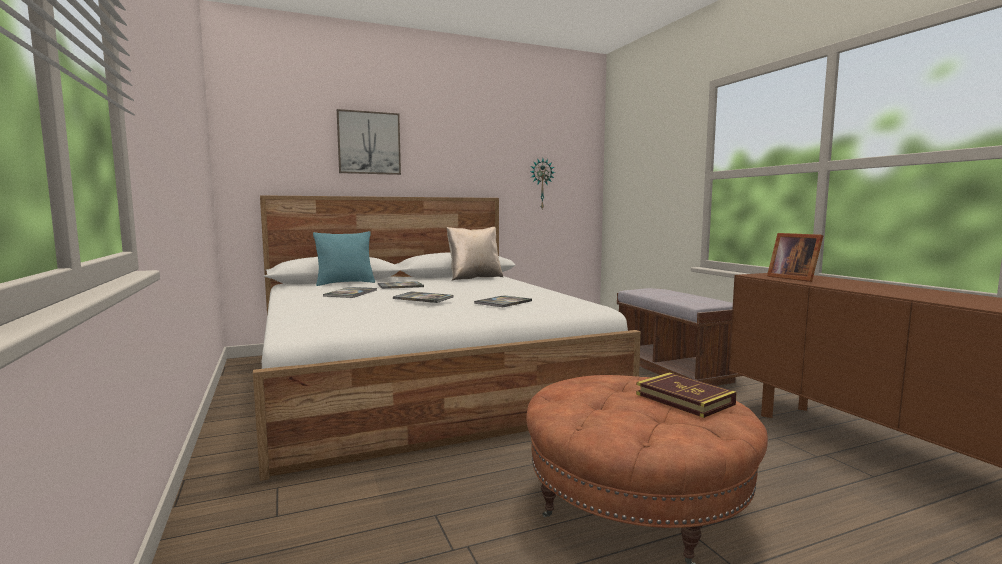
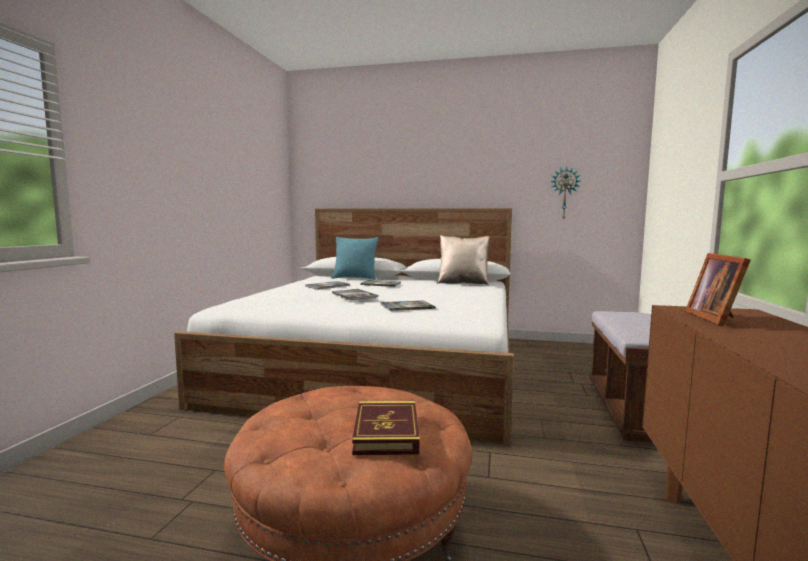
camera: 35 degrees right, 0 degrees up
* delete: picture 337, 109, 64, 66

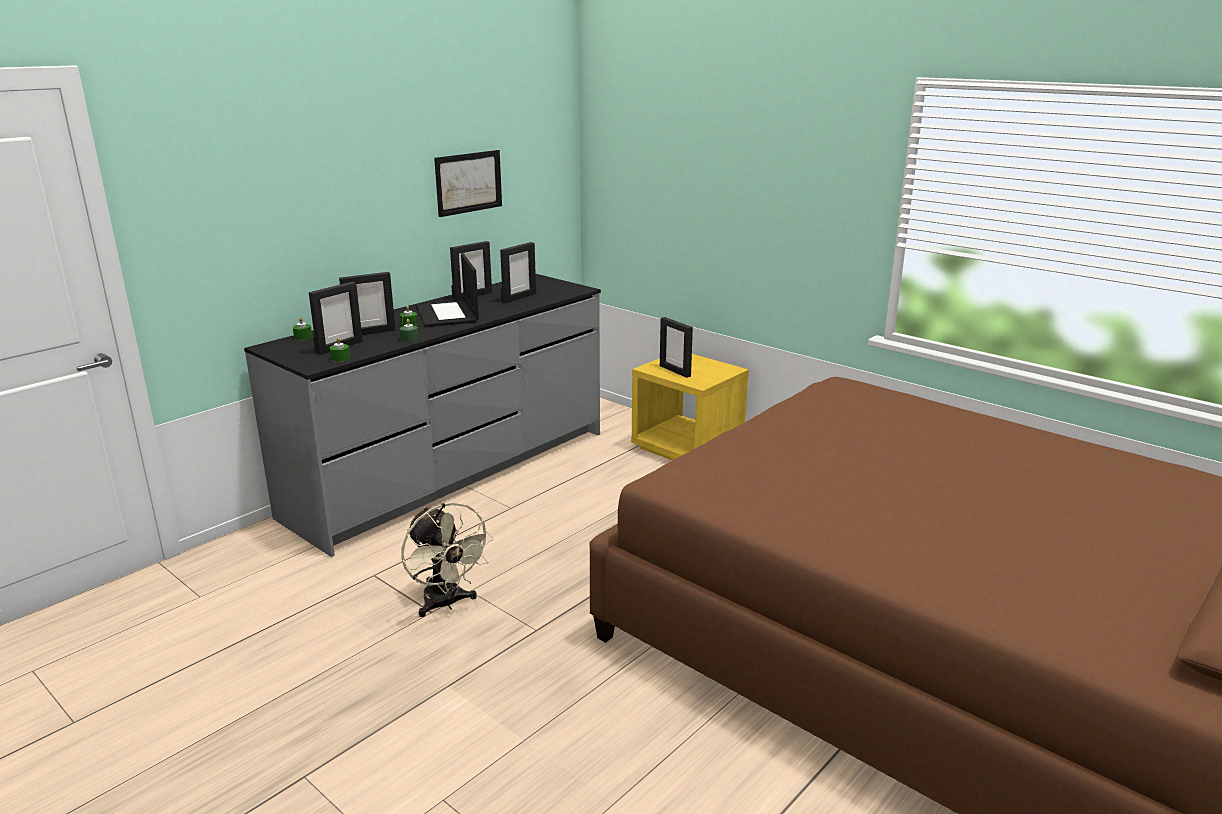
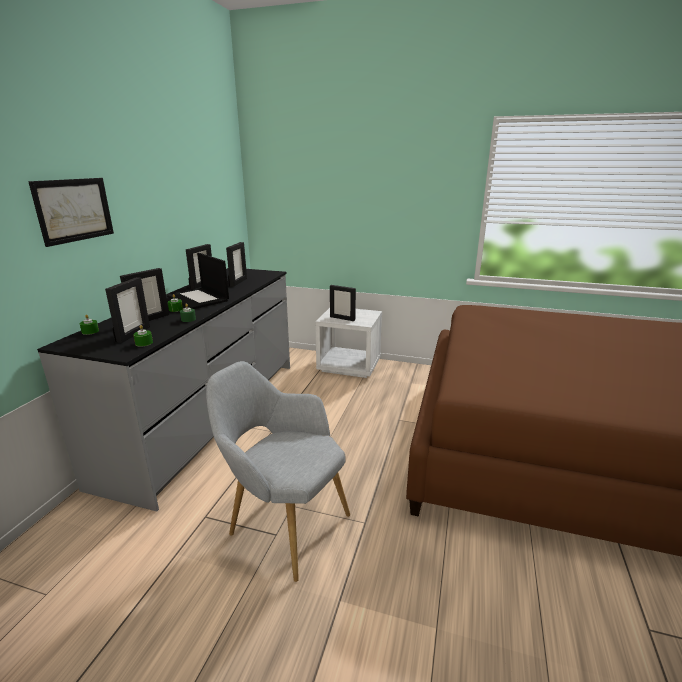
camera: 25 degrees left, 0 degrees up
* move: picture 434, 150, 68, 67 to 28, 178, 86, 69
* replace: fan (beige-coloured) 401, 503, 93, 114 to easy chair (gray) 206, 361, 144, 221
* recolor: nightstand (yellowish) 631, 354, 118, 106 to nightstand (white) 315, 308, 67, 70

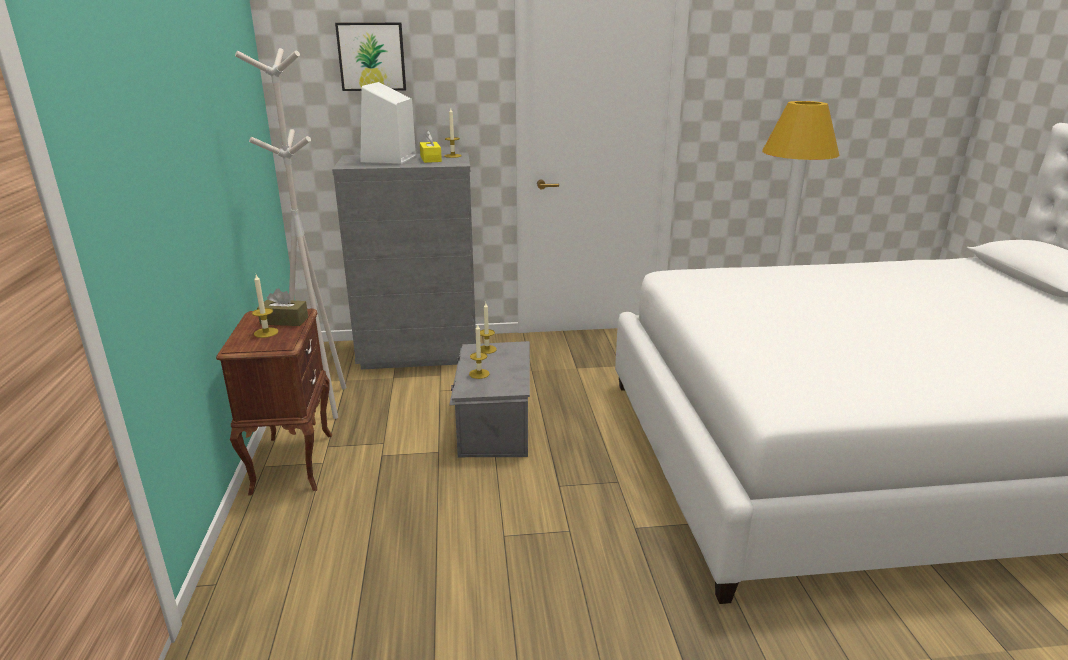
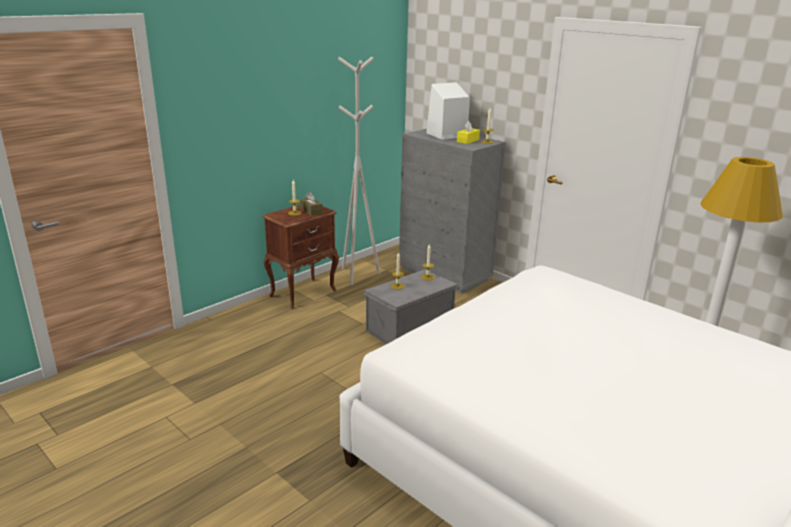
camera: 50 degrees right, 0 degrees up
* delete: picture 335, 23, 71, 68

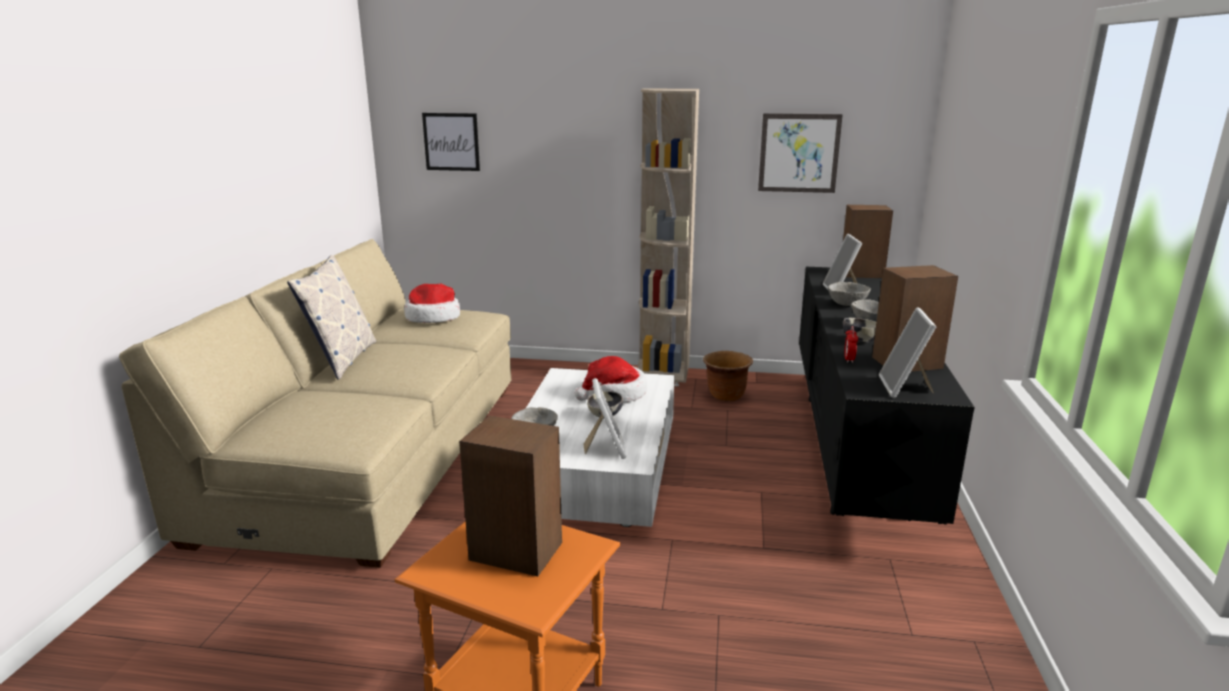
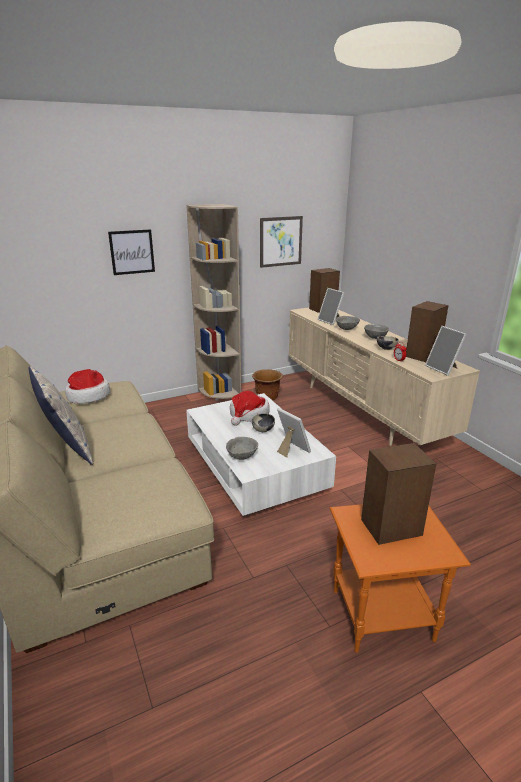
camera: 35 degrees left, 5 degrees up
* move: picture 422, 113, 58, 58 to 108, 229, 47, 46
* recolor: cupboard (blackish) 799, 267, 176, 258 to cupboard (beige-coloured) 289, 307, 191, 139

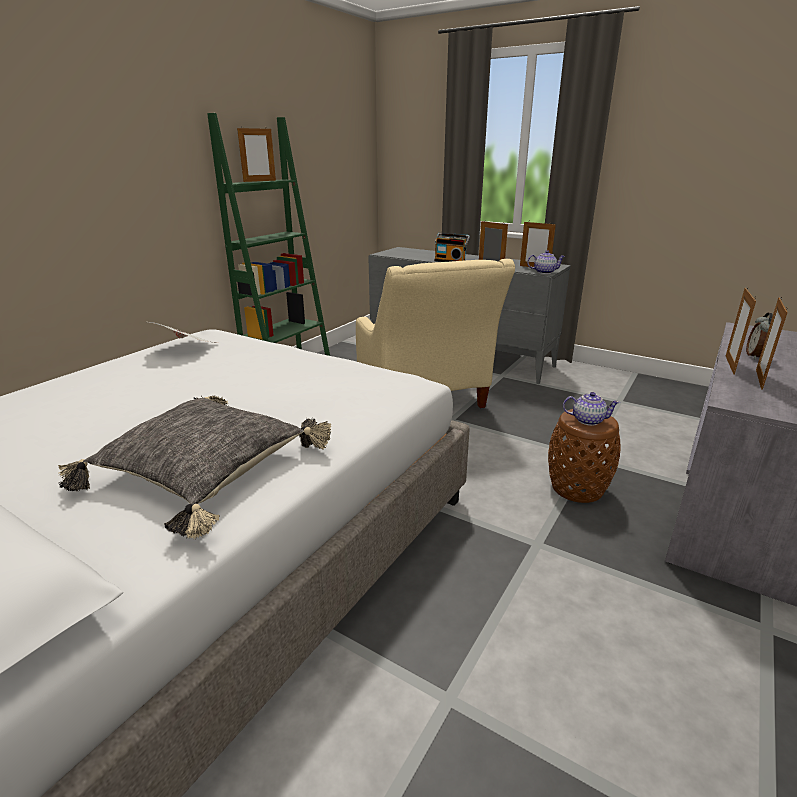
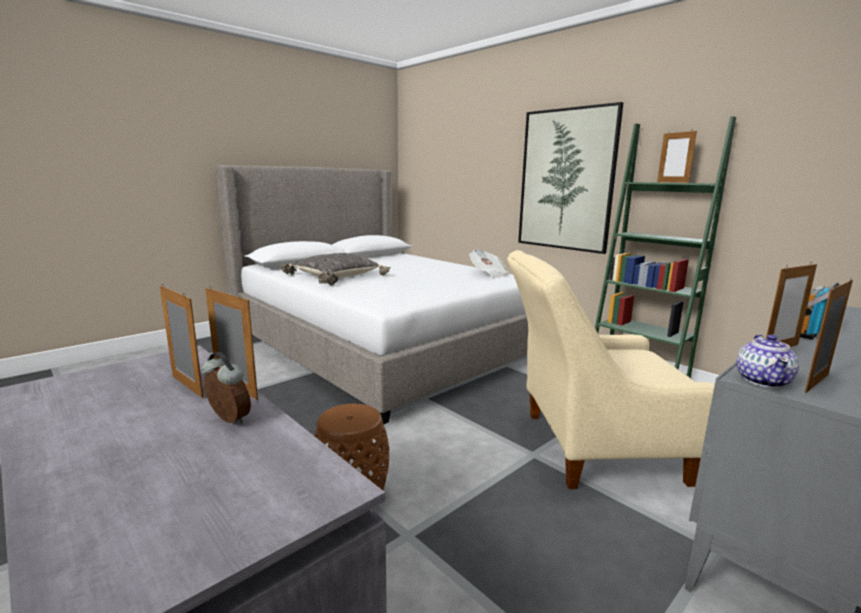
camera: 105 degrees right, 10 degrees down
* insert: picture 518, 102, 105, 152
* delete: tea pot 563, 392, 57, 34

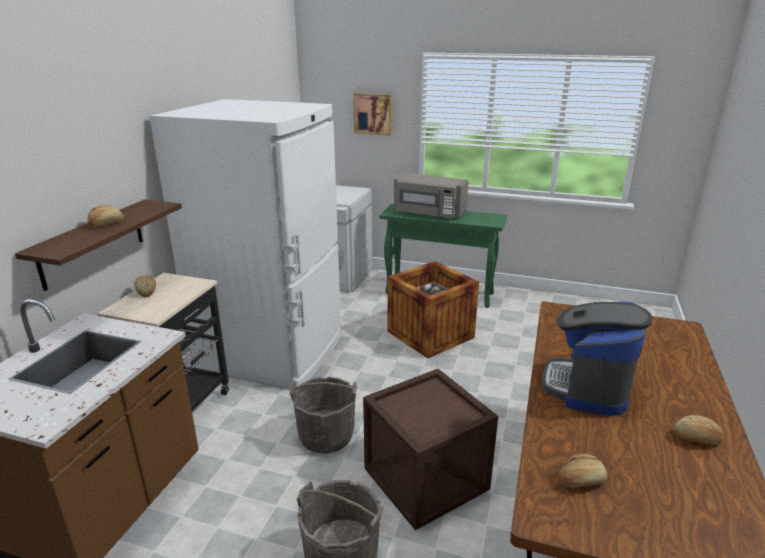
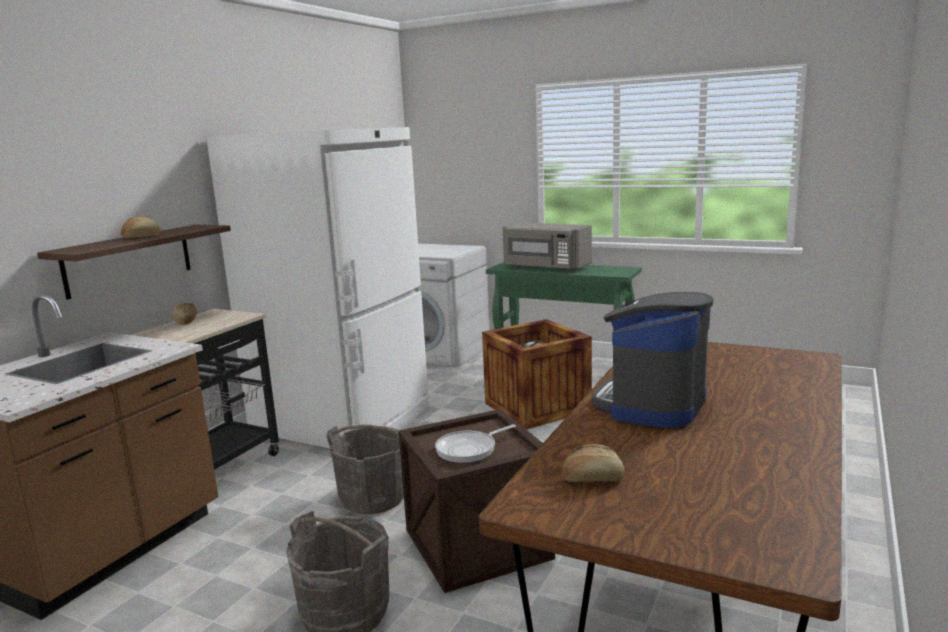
camera: 10 degrees right, 10 degrees down
* insert: skillet 435, 424, 81, 39
* delete: picture 353, 93, 39, 43
* delete: bakery bread 673, 415, 51, 30

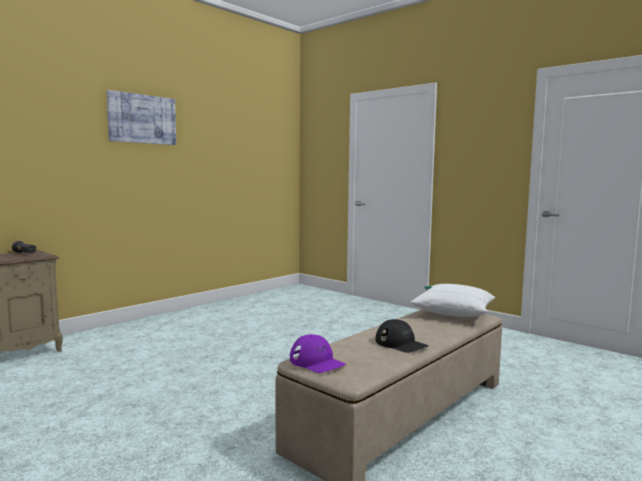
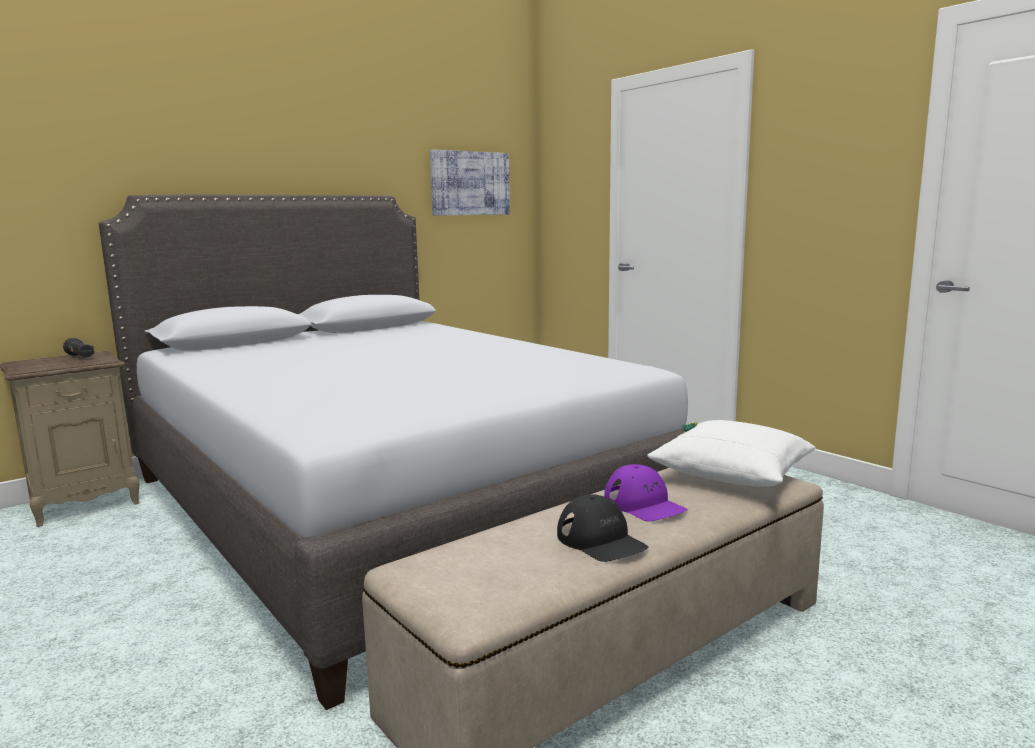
camera: 10 degrees right, 5 degrees up
* insert: bed (gray) 99, 195, 589, 515
* move: picture 106, 90, 70, 55 to 430, 149, 80, 67
* move: peaked cap (purple) 290, 334, 56, 39 to 604, 464, 84, 57

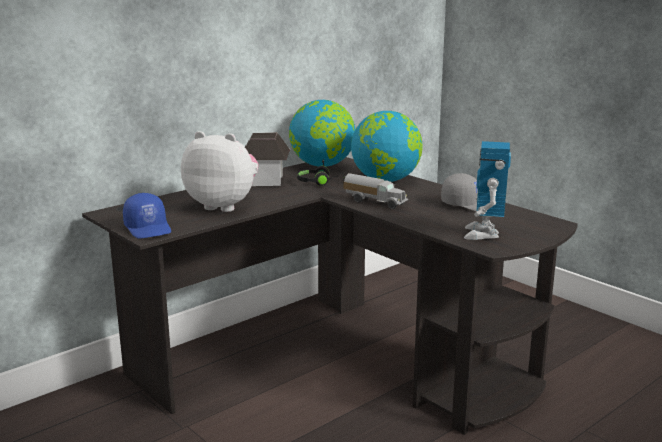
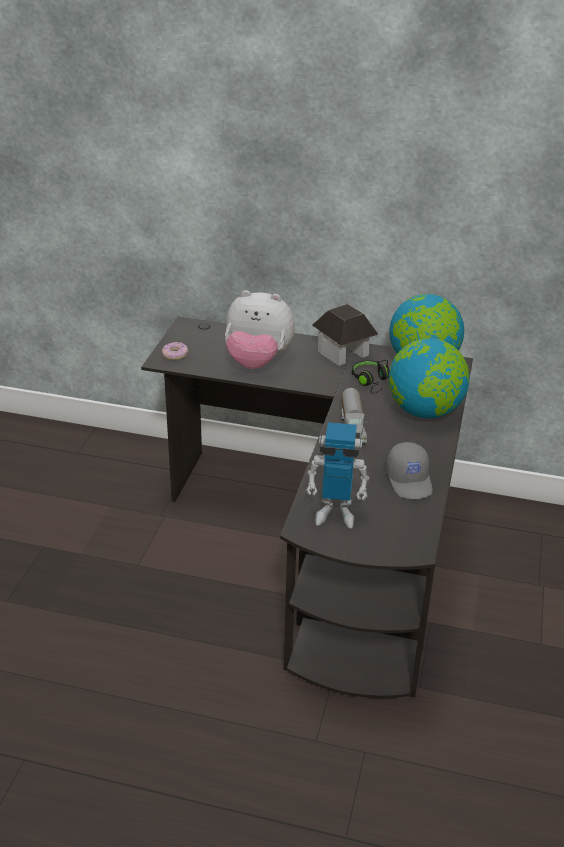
camera: 55 degrees right, 15 degrees up
* replace: peaked cap (blue-coloured) 123, 193, 48, 46 to donut 162, 342, 26, 18
* rotate: cuddly toy 181, 131, 77, 81 = 225, 290, 70, 79 120 degrees clockwise
* rotate: model robot 464, 141, 47, 99 = 306, 422, 63, 107 150 degrees counterclockwise

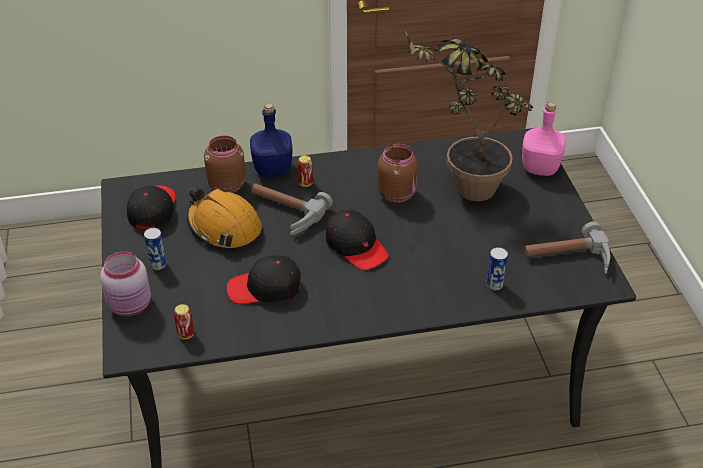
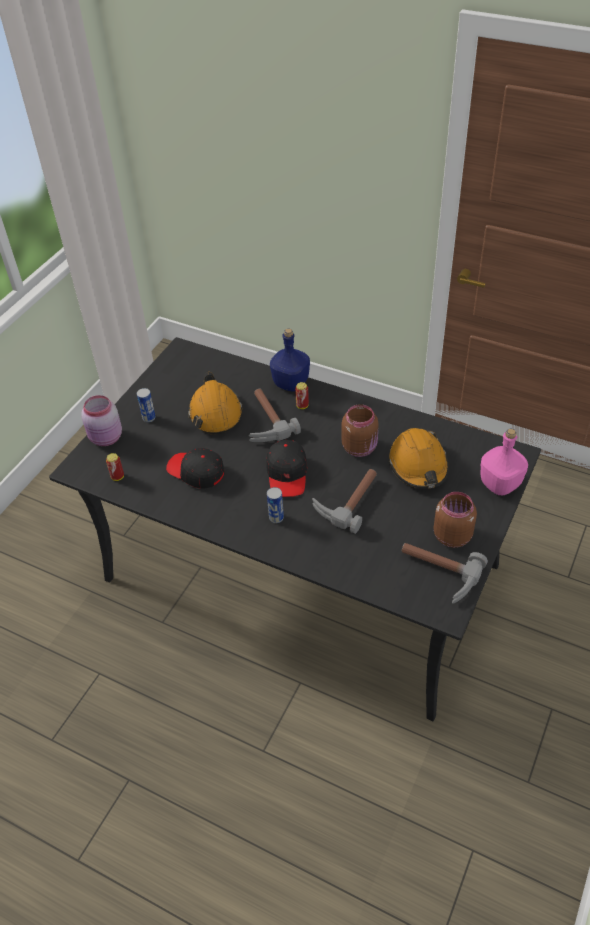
camera: 40 degrees right, 5 degrees up
* move: sealed can 486, 247, 22, 43 to 267, 487, 17, 36
* insert: tool hammer 312, 469, 65, 65
* replace: houseplant 405, 31, 128, 170 to safety helmet (orange) 388, 428, 61, 61
* move: preserve jar (brown-coloured) 204, 135, 42, 58 to 434, 492, 43, 56
* delete: peaked cap (blackish) 127, 185, 48, 44

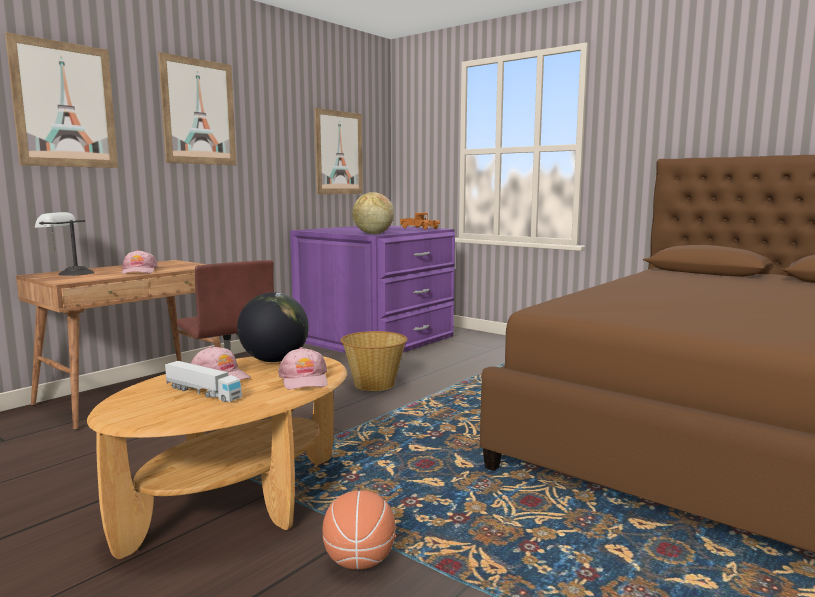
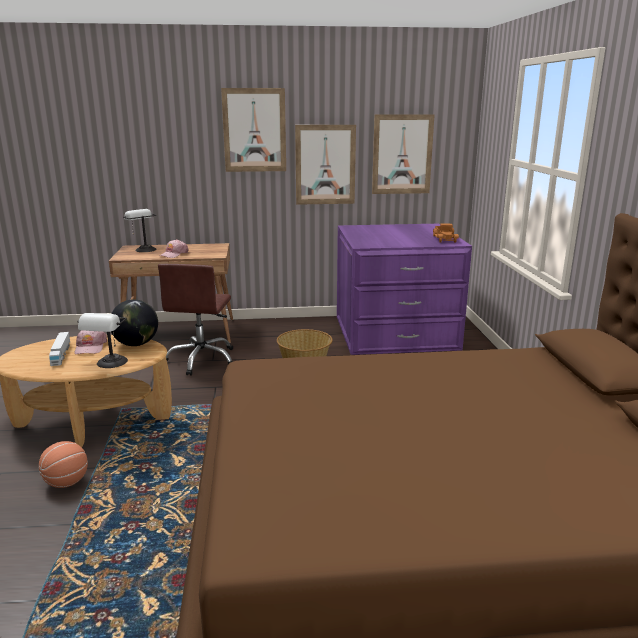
camera: 45 degrees right, 10 degrees up
* replace: peaked cap (pinkish) 278, 347, 50, 43 to lamp for a table 77, 313, 51, 55
* move: picture 5, 32, 113, 136 to 295, 125, 61, 80
* delete: globe 352, 192, 42, 42

